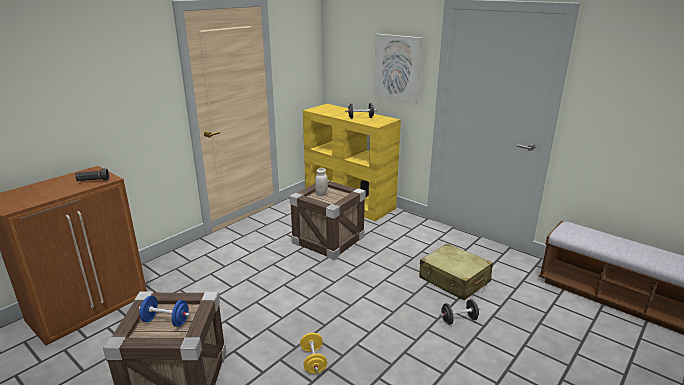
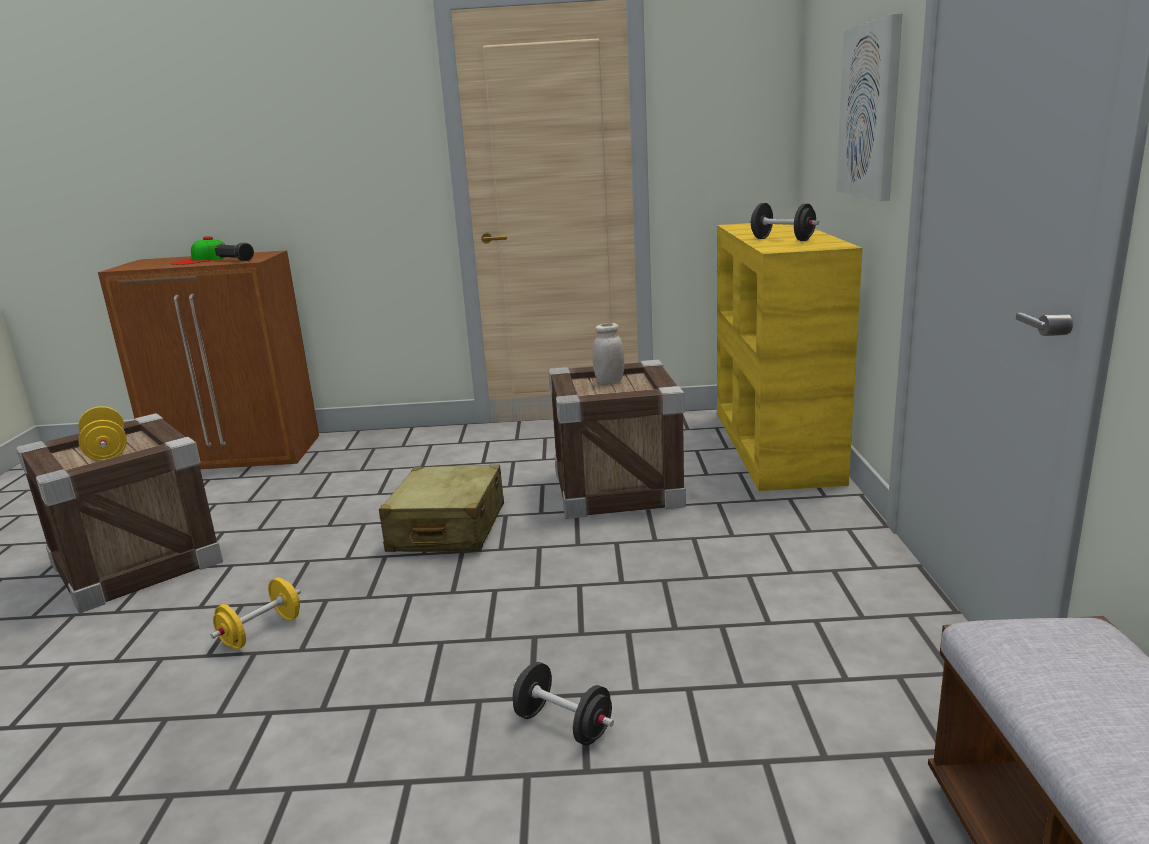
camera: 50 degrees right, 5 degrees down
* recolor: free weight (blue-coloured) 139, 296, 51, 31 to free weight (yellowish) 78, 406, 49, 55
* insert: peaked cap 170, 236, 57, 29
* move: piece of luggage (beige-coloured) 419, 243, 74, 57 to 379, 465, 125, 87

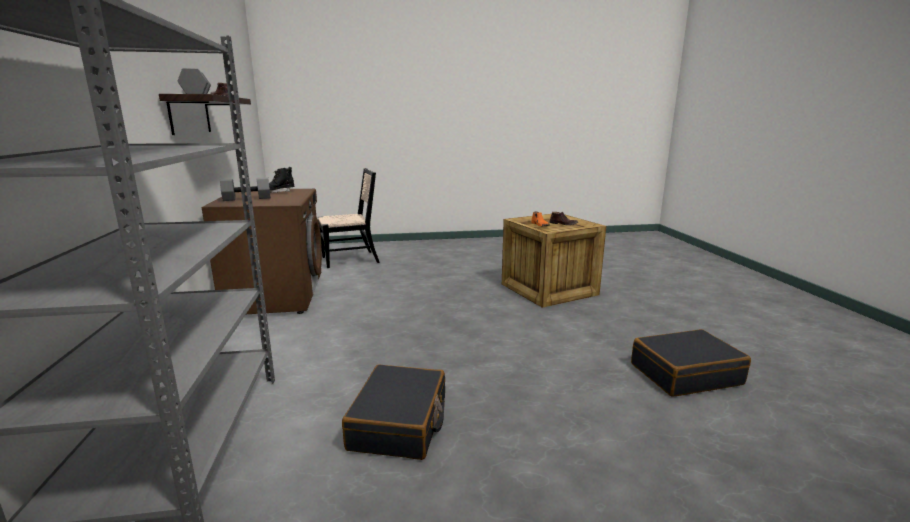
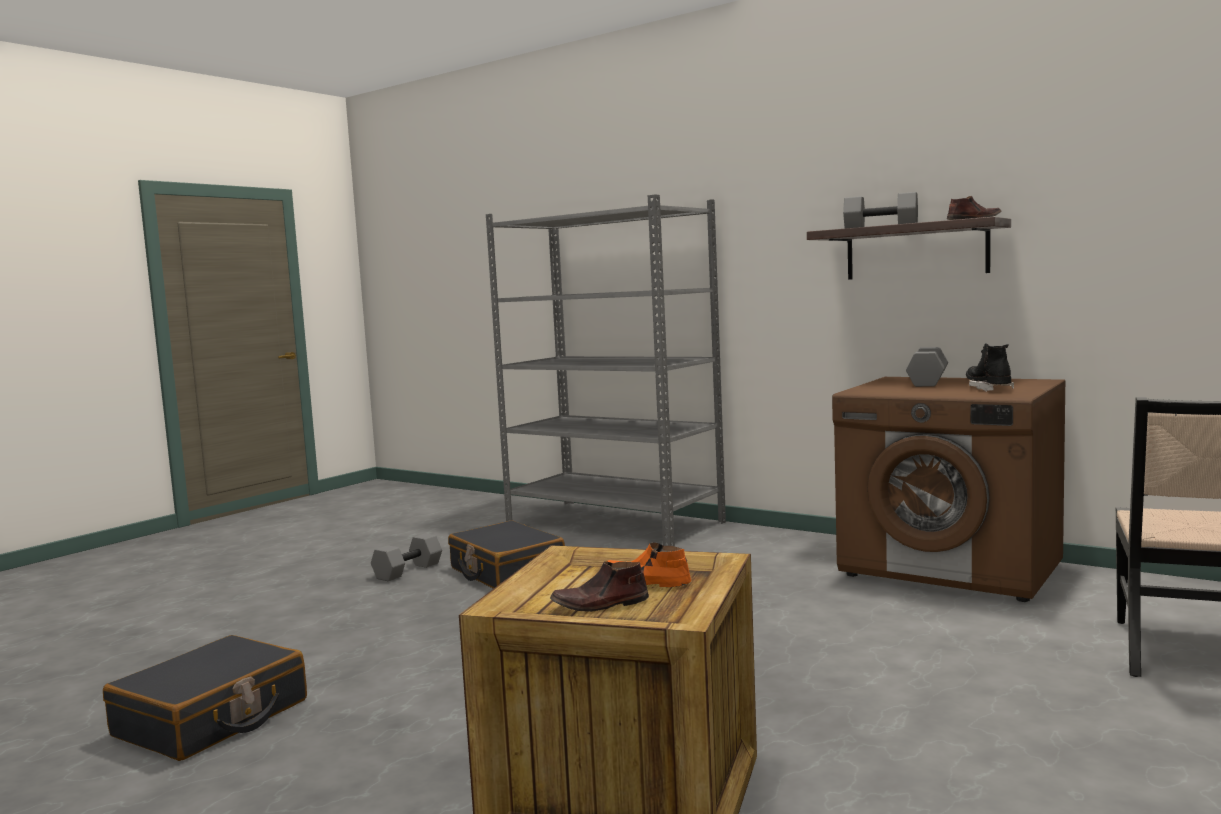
camera: 135 degrees right, 10 degrees down
* insert: free weight (gray) 371, 533, 71, 48

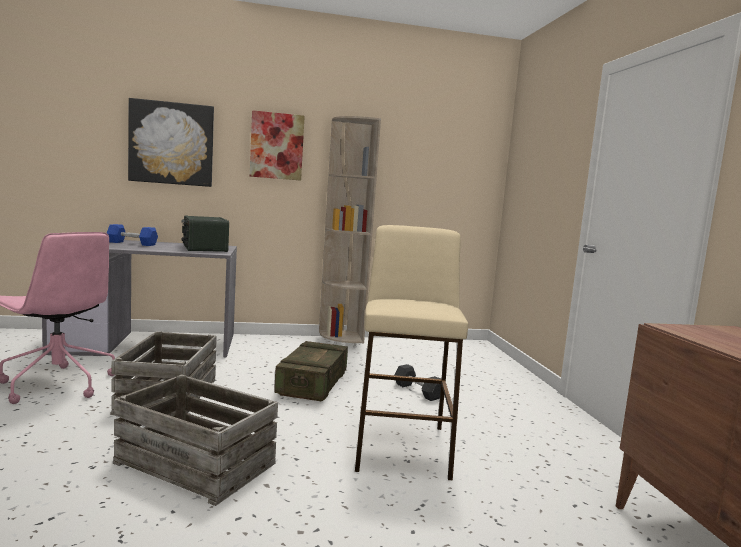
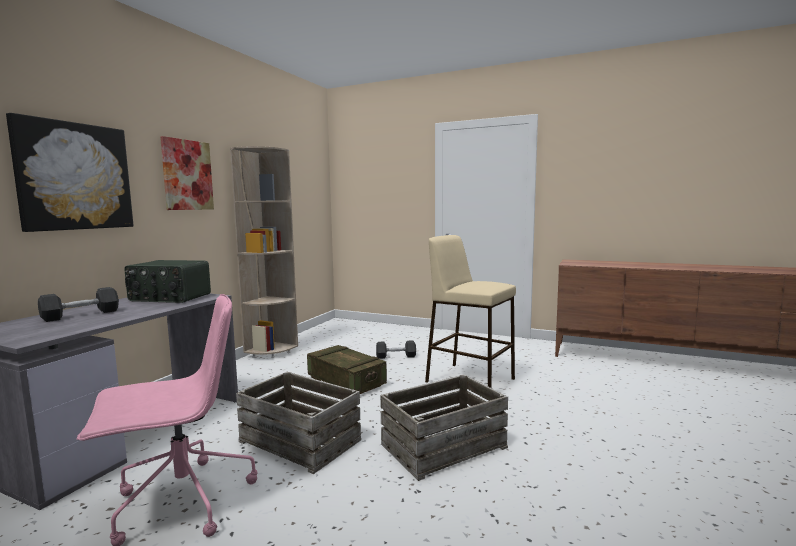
camera: 55 degrees left, 0 degrees up
* recolor: free weight (blue-coloured) 107, 224, 51, 22 to free weight (gray) 38, 287, 81, 35

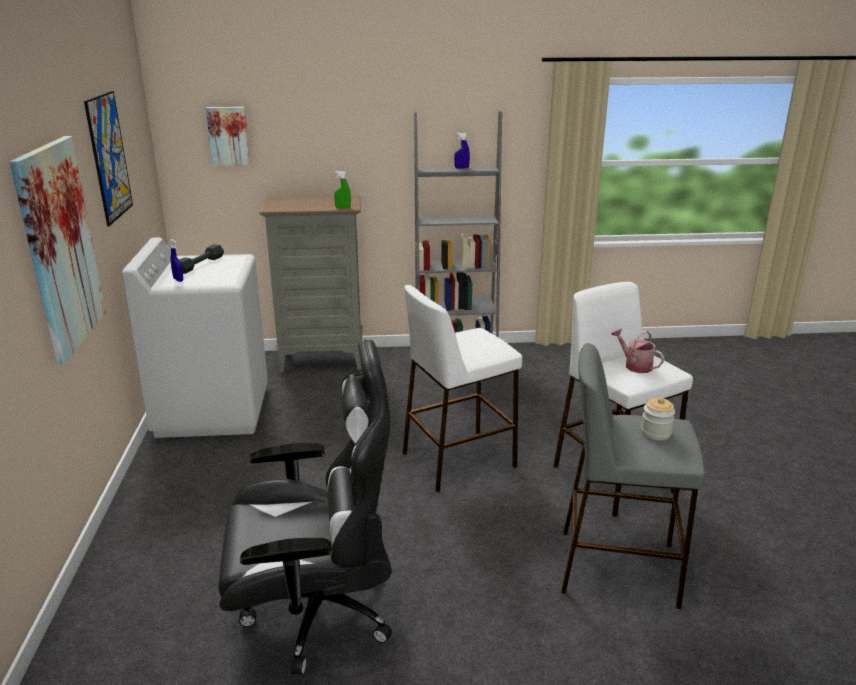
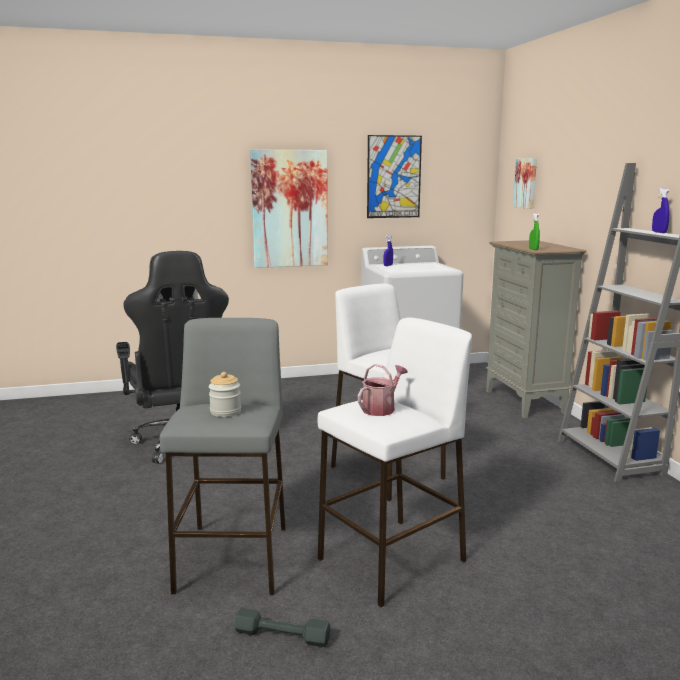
camera: 80 degrees right, 10 degrees down
* move: free weight (gray) 179, 244, 45, 30 to 234, 608, 97, 39

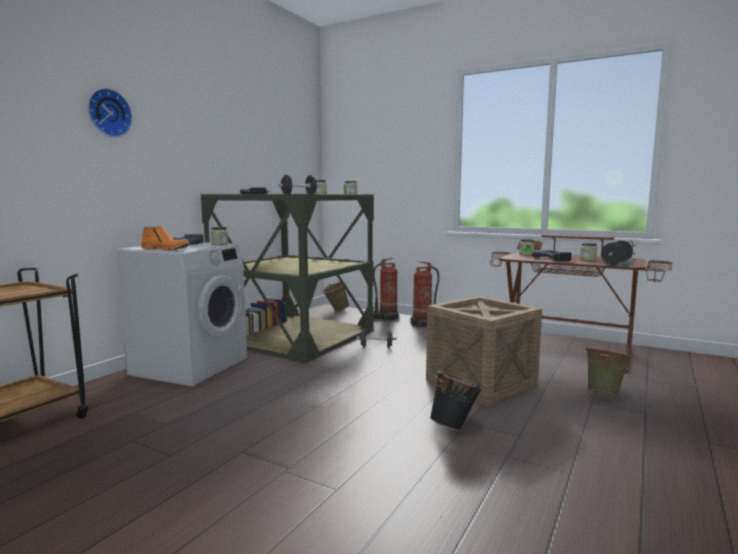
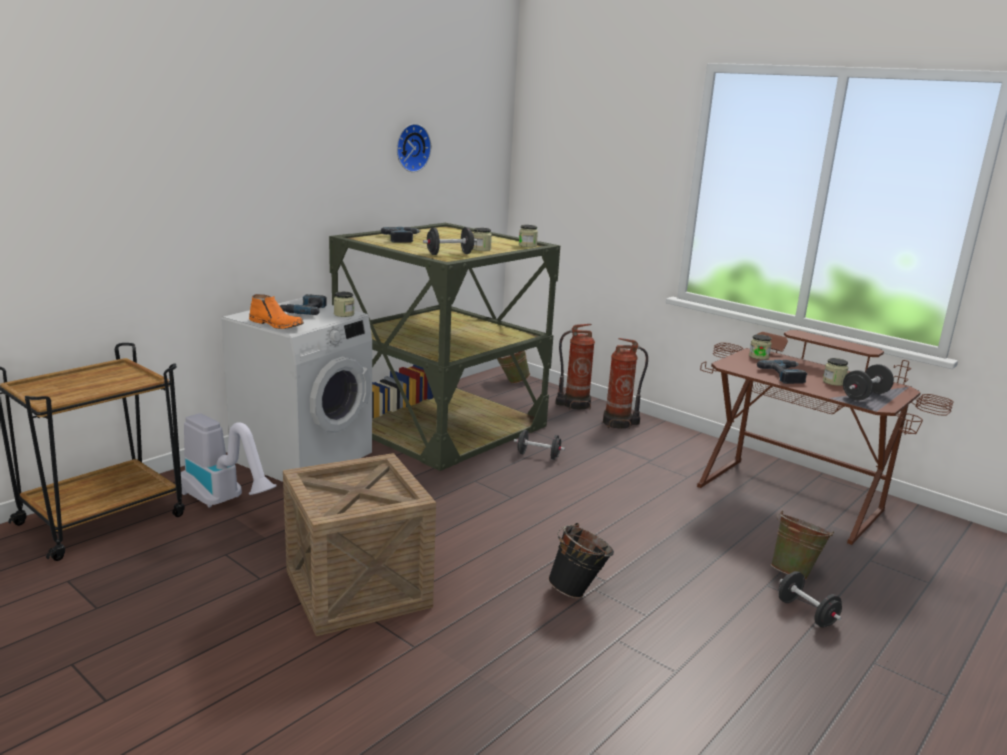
camera: 10 degrees right, 10 degrees up
* insert: hoover 181, 413, 96, 95
* move: crate 426, 296, 116, 110 to 283, 453, 153, 183
* move: hanging clock 88, 88, 44, 49 to 397, 124, 34, 48
* insert: free weight (blackish) 778, 571, 64, 57

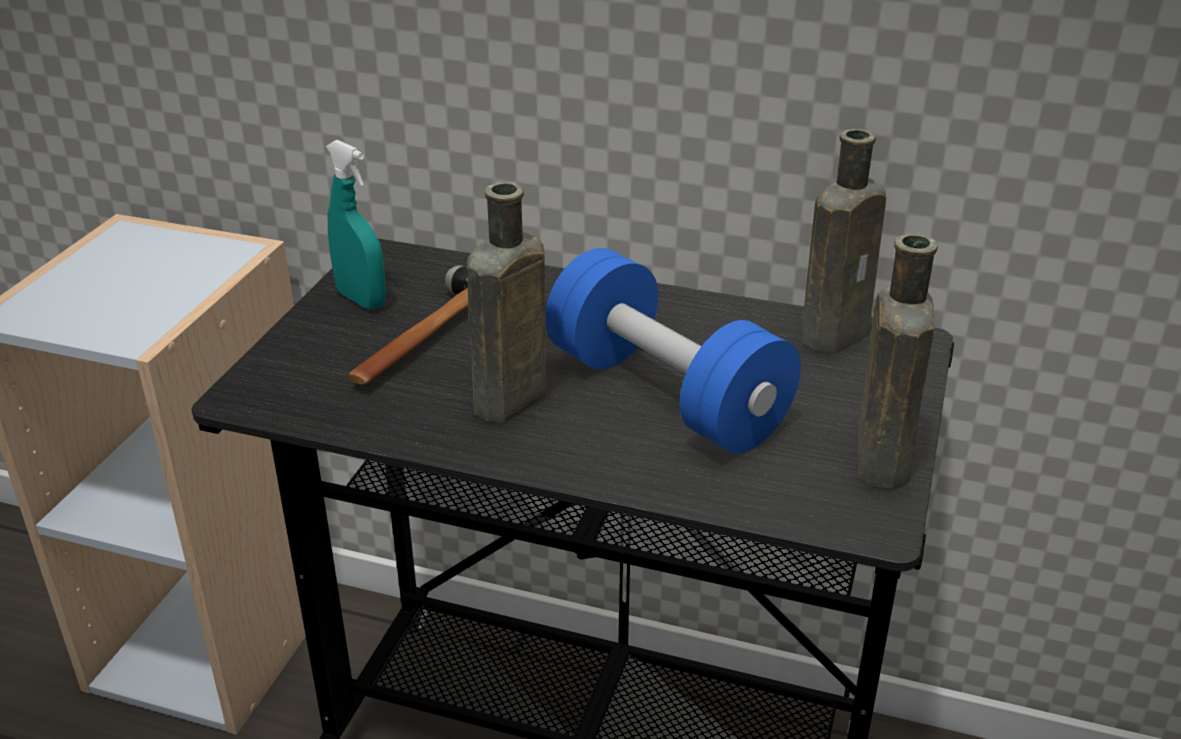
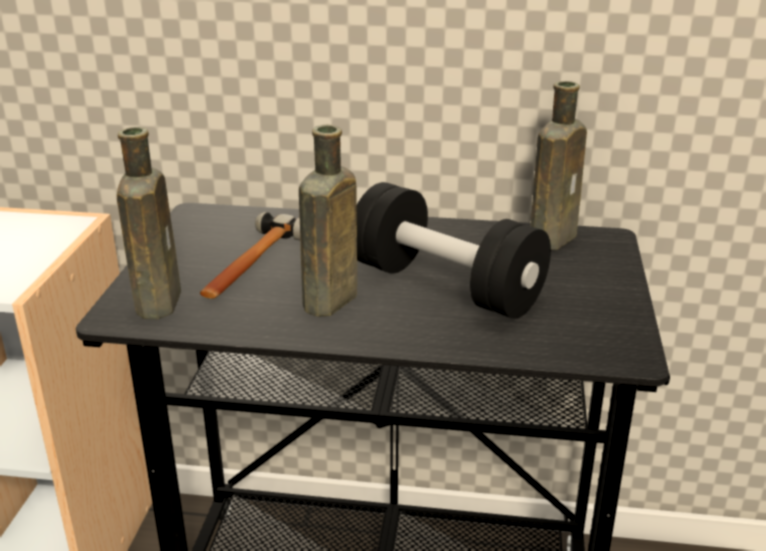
camera: 10 degrees left, 5 degrees down
* move: bottle (brown-coloured) 857, 233, 81, 257 to 117, 127, 64, 192
* recolor: free weight (blue-coloured) 546, 248, 255, 205 to free weight (blackish) 357, 182, 194, 137
* delete: spray bottle (turquoise) 326, 140, 60, 170

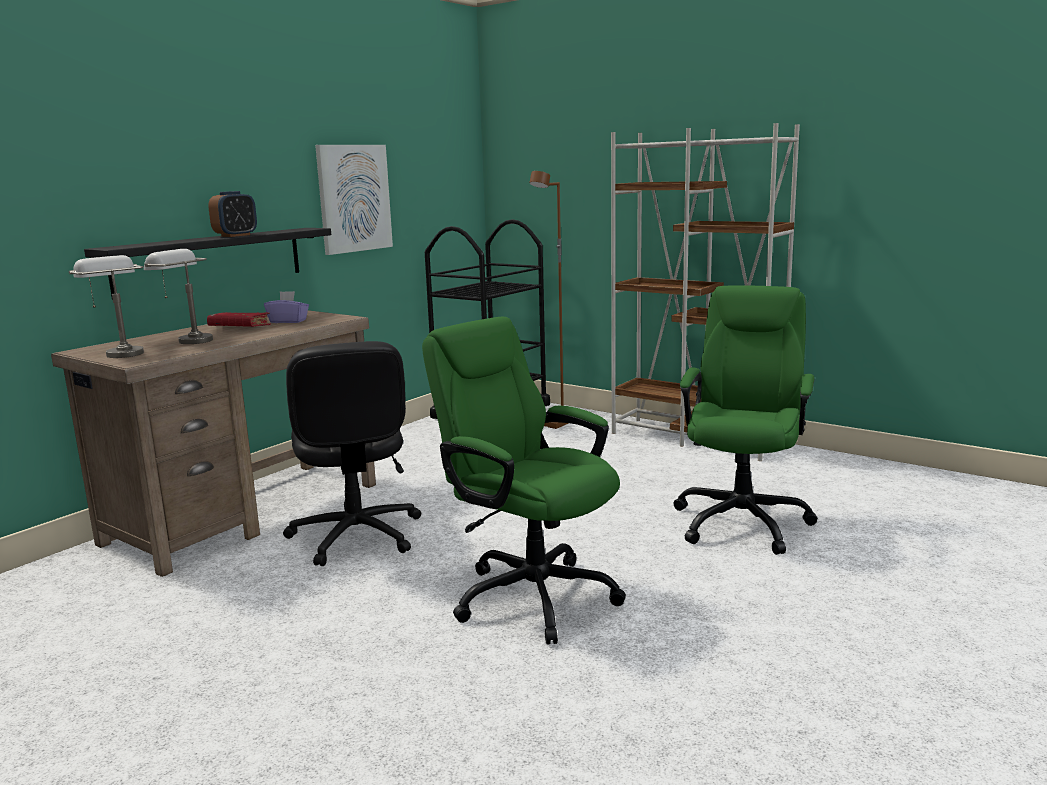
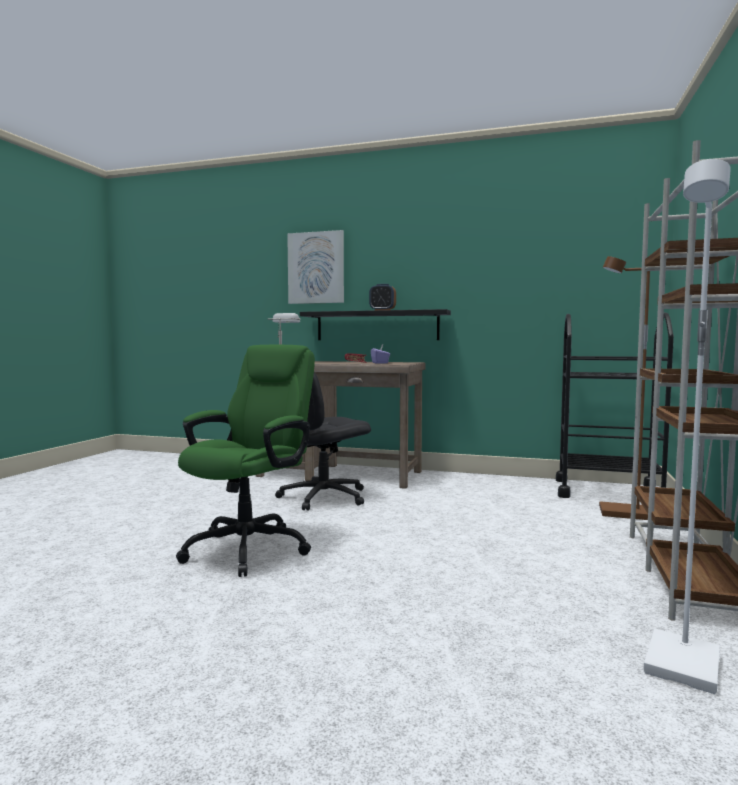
camera: 70 degrees right, 10 degrees down
* move: picture 315, 145, 78, 110 to 287, 230, 57, 74
* insert: standard lamp (white) 644, 159, 87, 535
* delete: lamp for a table (gray) 144, 249, 69, 95
* delete: office chair (green) 673, 286, 145, 269

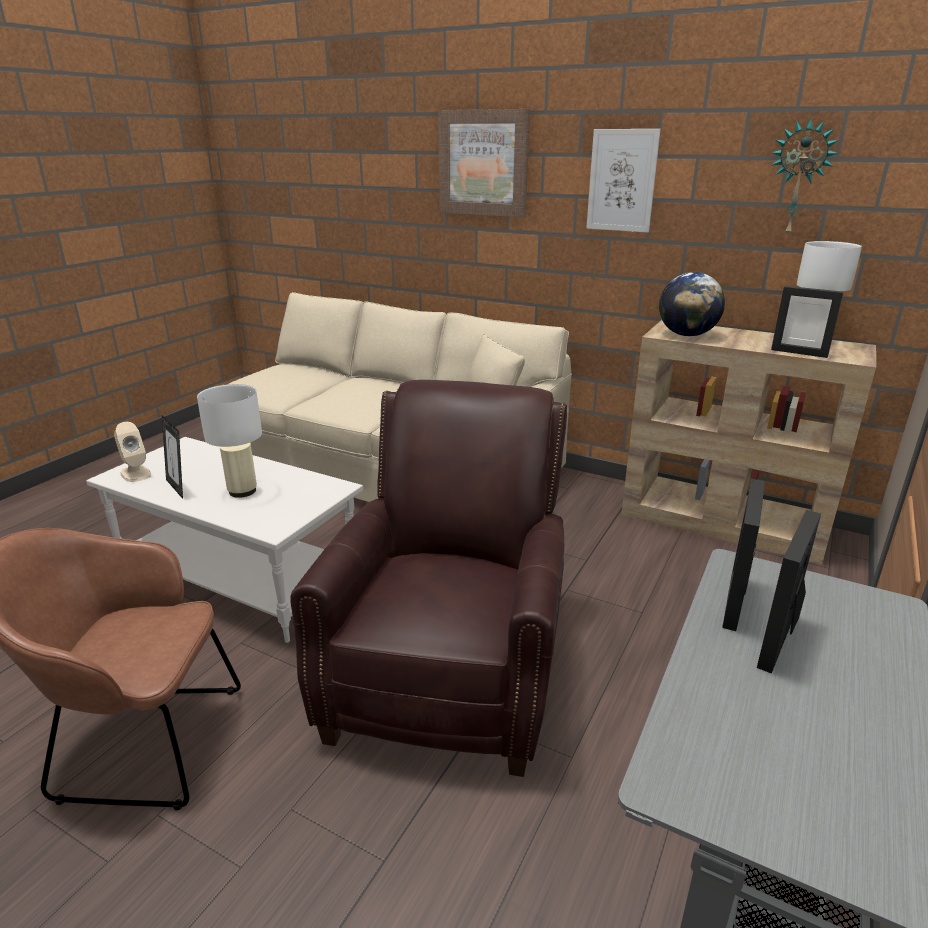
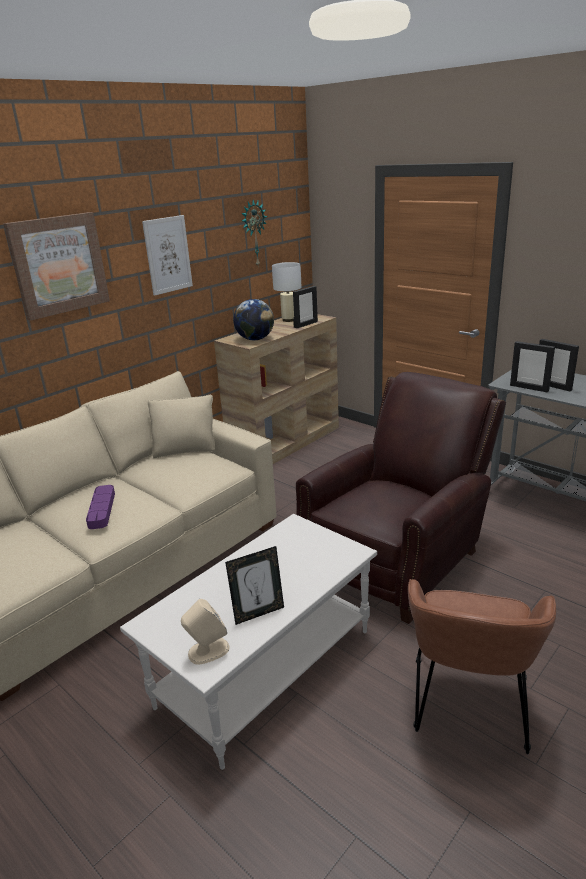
camera: 75 degrees left, 0 degrees up
* insert: carrying tray (purple) 86, 485, 29, 44
* rotate: easy chair (brown-coloured) 290, 380, 277, 397 = 296, 372, 210, 252 105 degrees clockwise
* delete: lamp for a table (white) 197, 384, 65, 114

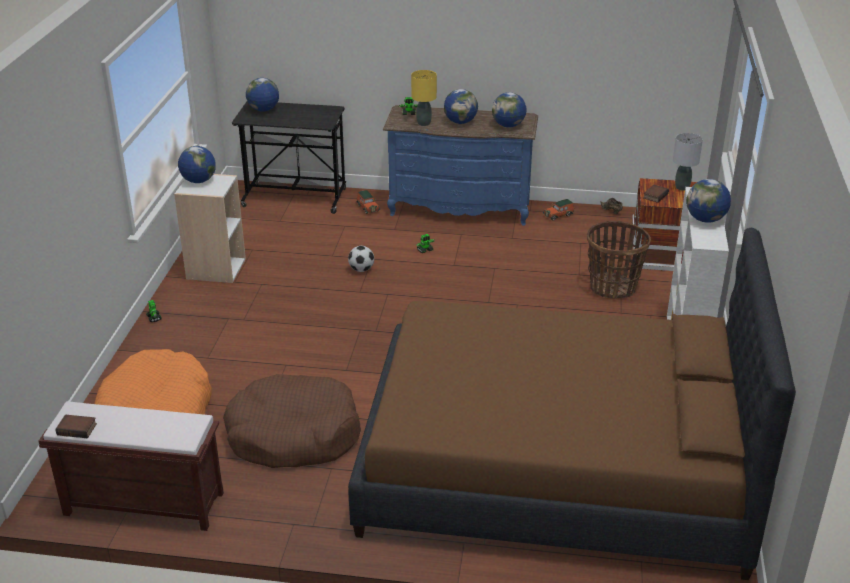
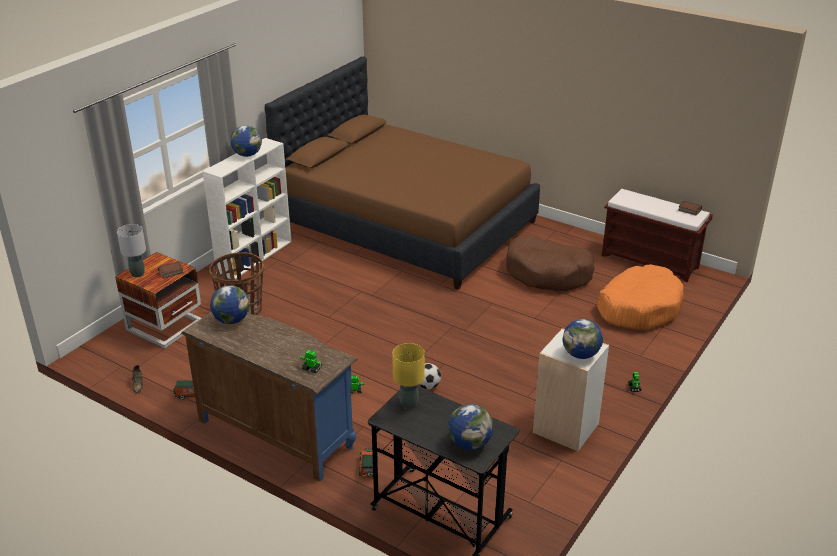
camera: 155 degrees left, 0 degrees up
* move: lamp for a table (yellowish) 411, 70, 26, 56 to 393, 343, 32, 66
* delete: globe 444, 89, 34, 35

